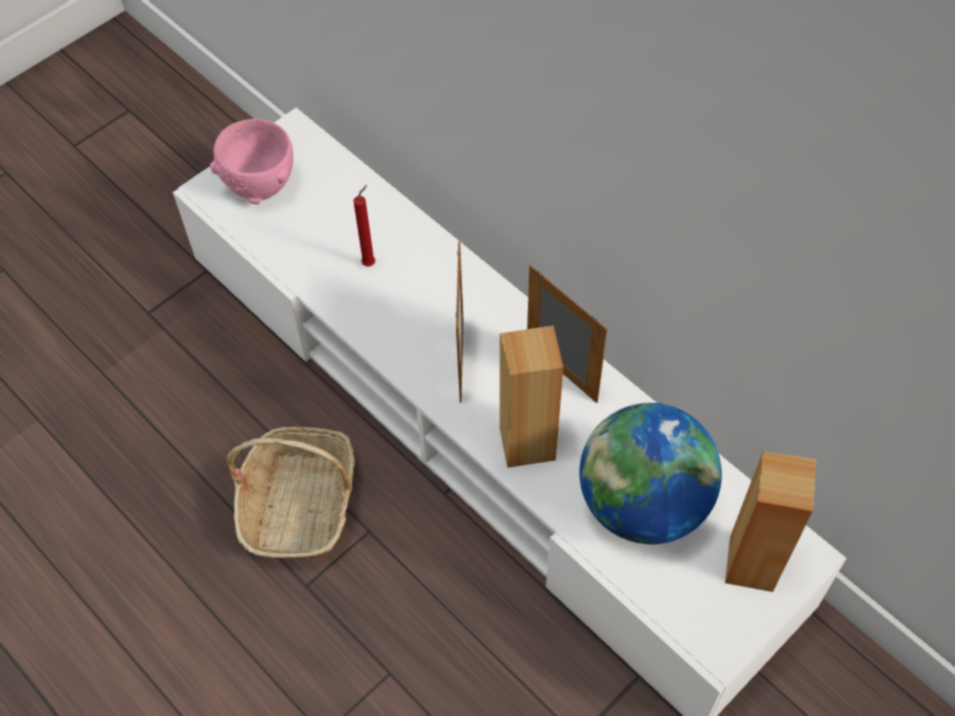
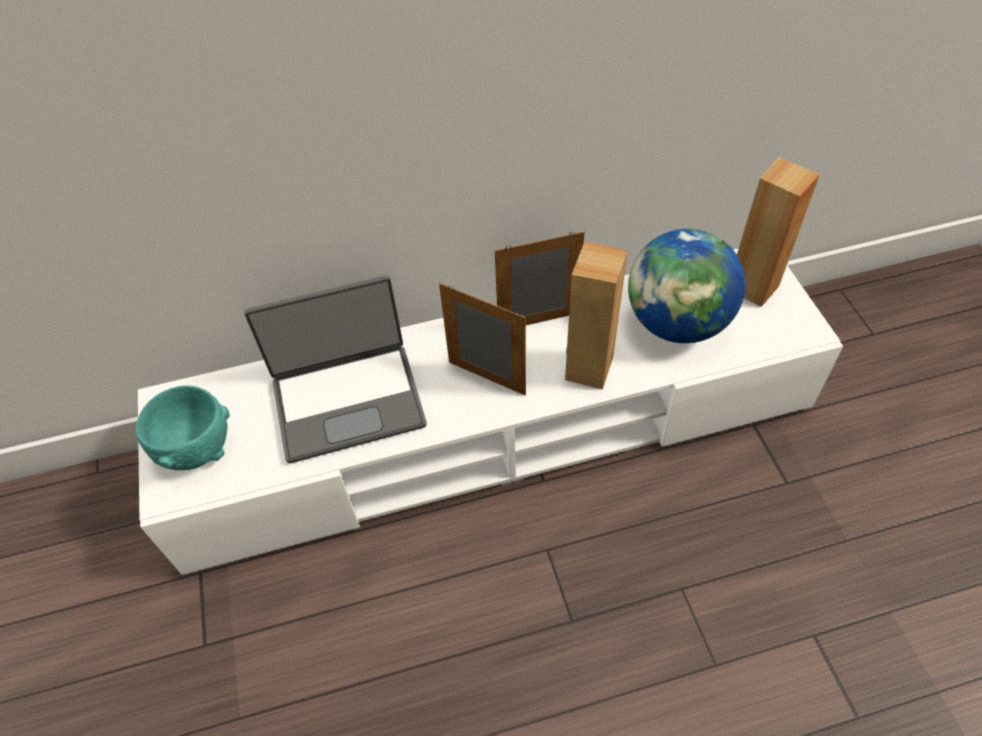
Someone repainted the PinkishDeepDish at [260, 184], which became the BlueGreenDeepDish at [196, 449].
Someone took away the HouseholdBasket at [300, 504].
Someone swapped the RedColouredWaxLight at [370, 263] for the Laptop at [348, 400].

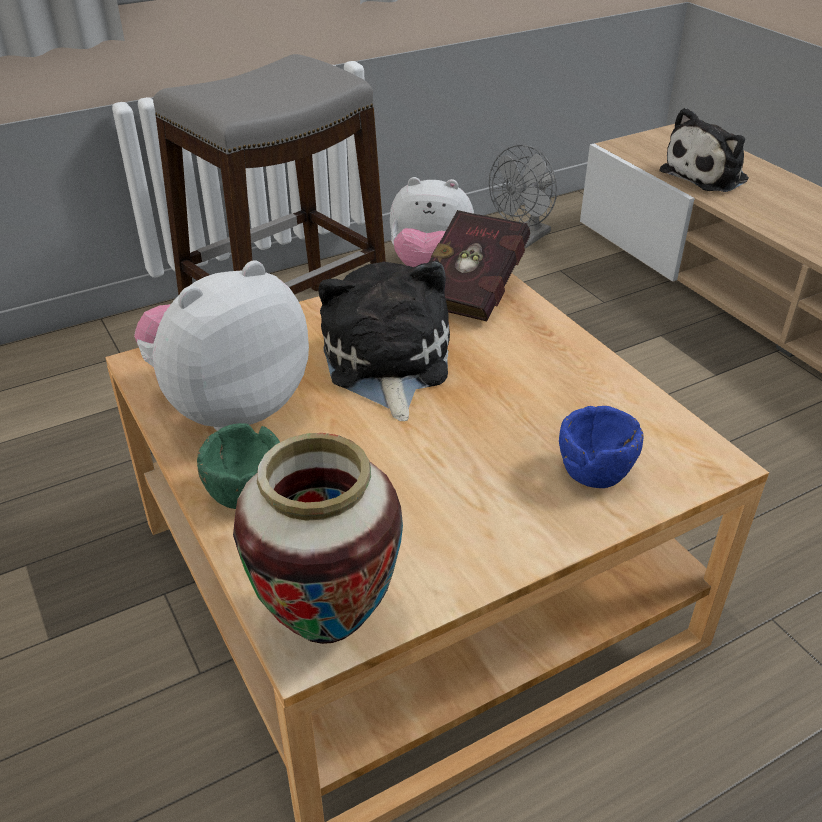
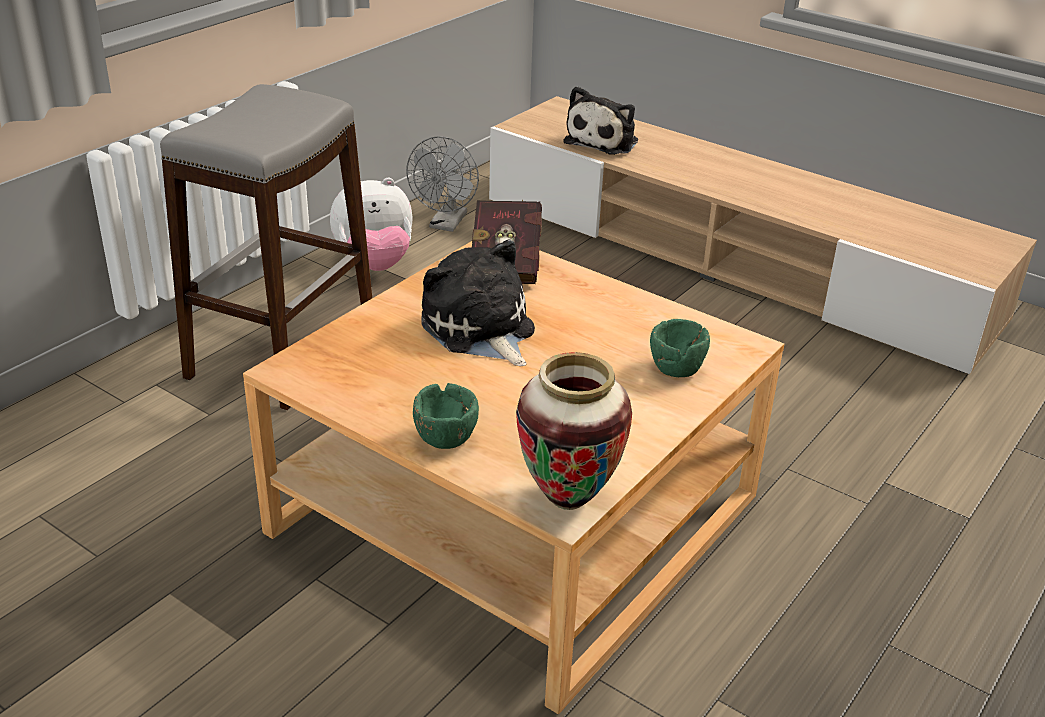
Someone took away the SoftToy at [230, 406].
Someone repainted the BluishDeepDish at [595, 471], which became the GreenDeepDish at [676, 367].

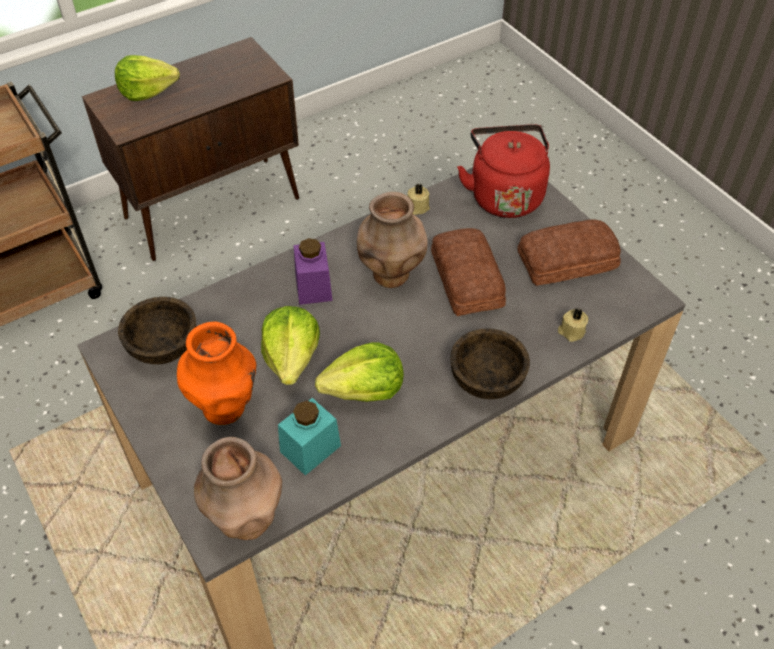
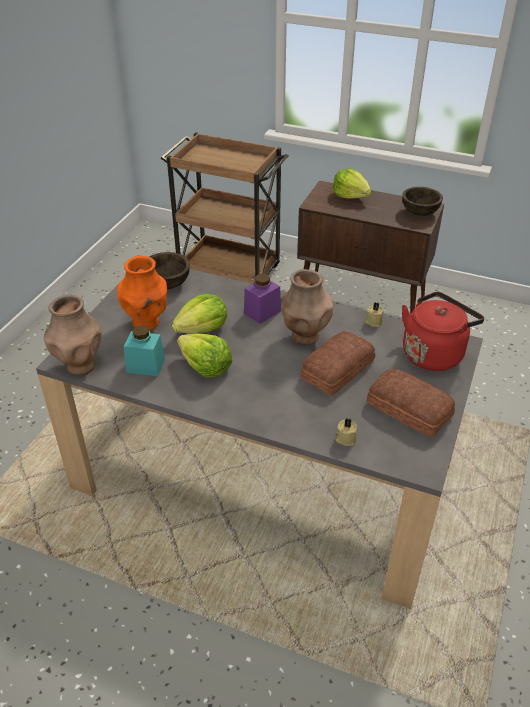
Someone carried the BrownColouredDeepDish from [486, 379] to [420, 212].

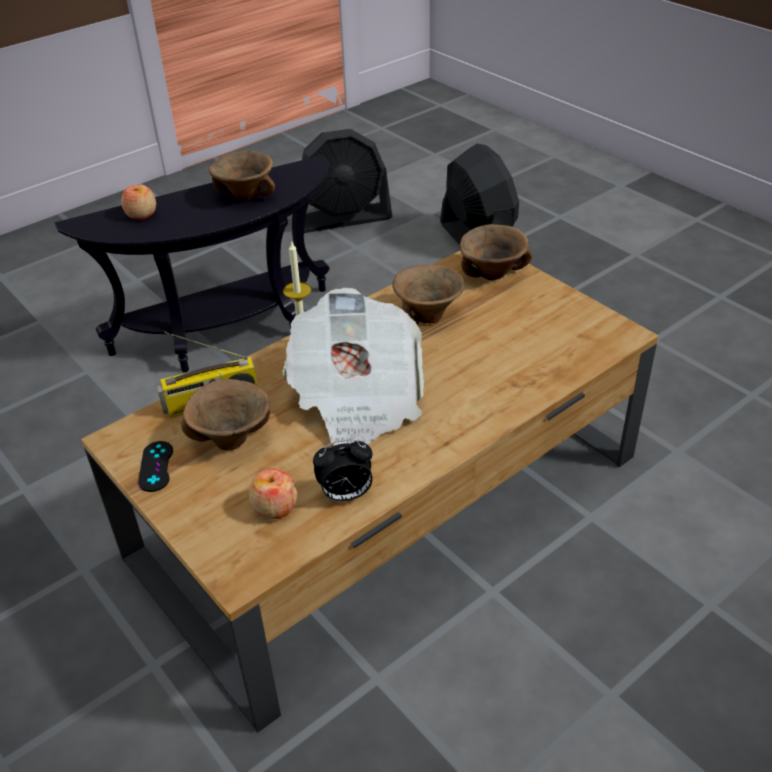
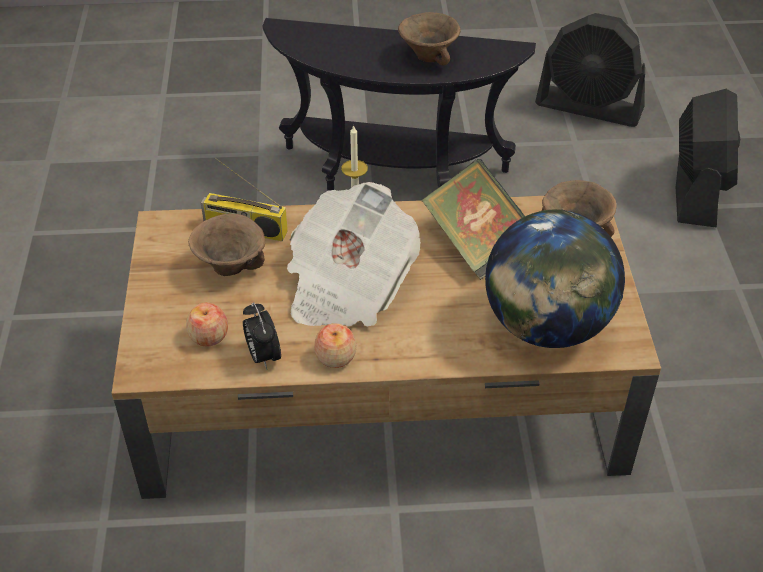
Someone carried the Apple from [141, 214] to [335, 357].
Someone took away the BlackColouredGamepad at [156, 466].
Someone rotated the TableClock at [346, 495] by 45 degrees clockwise.
Someone swapped the BrownColouredDeepDish at [428, 317] for the Volume at [476, 244].
Someone put down the Globe at [546, 326].

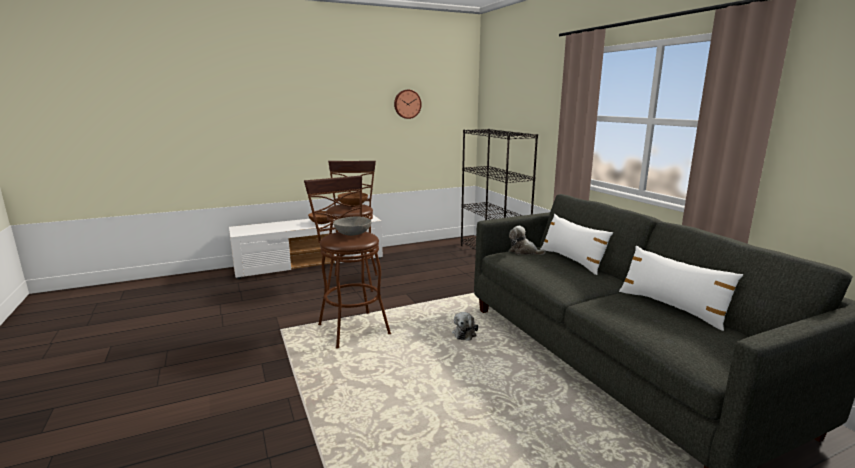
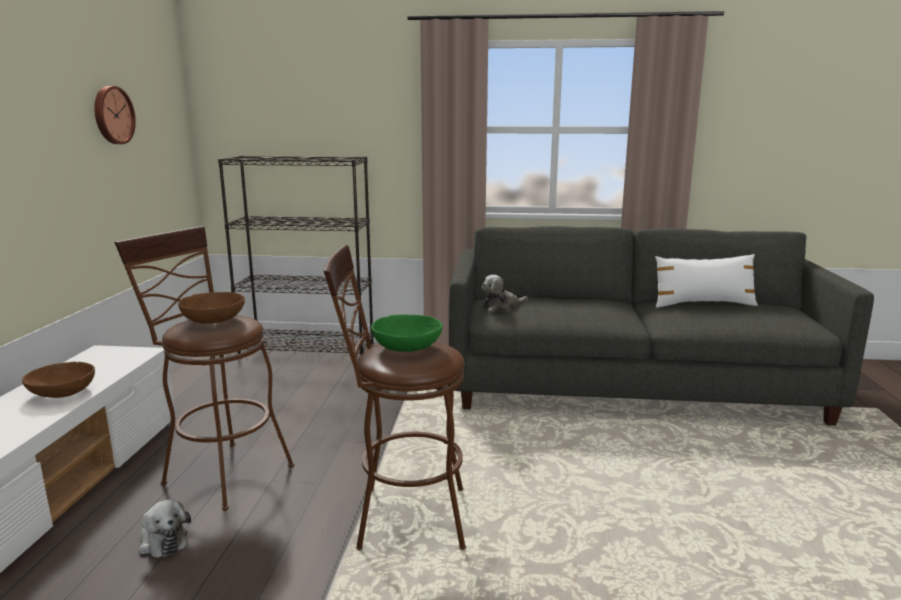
Someone repainted the GreyDeepDish at [352, 234], which became the GreenDeepDish at [407, 348].
Someone carried the SoftToy from [464, 333] to [163, 540].
Someone took away the WhitishPillow at [572, 260].

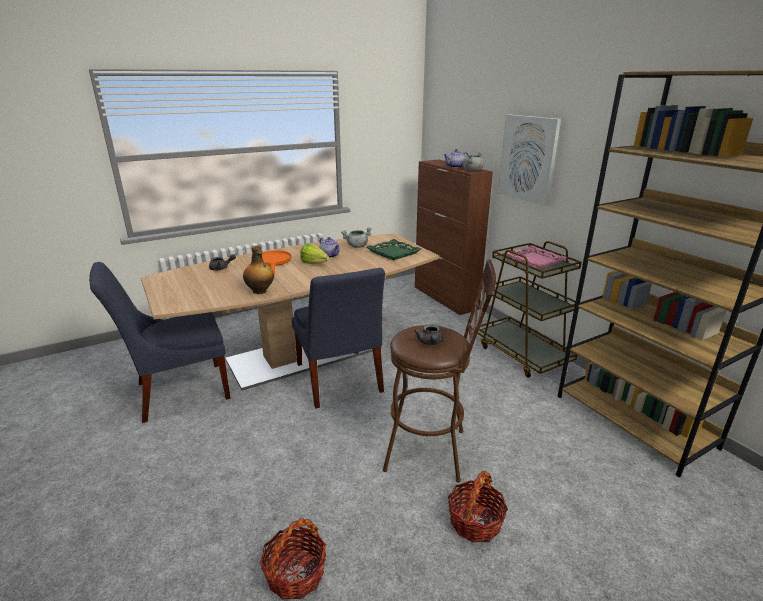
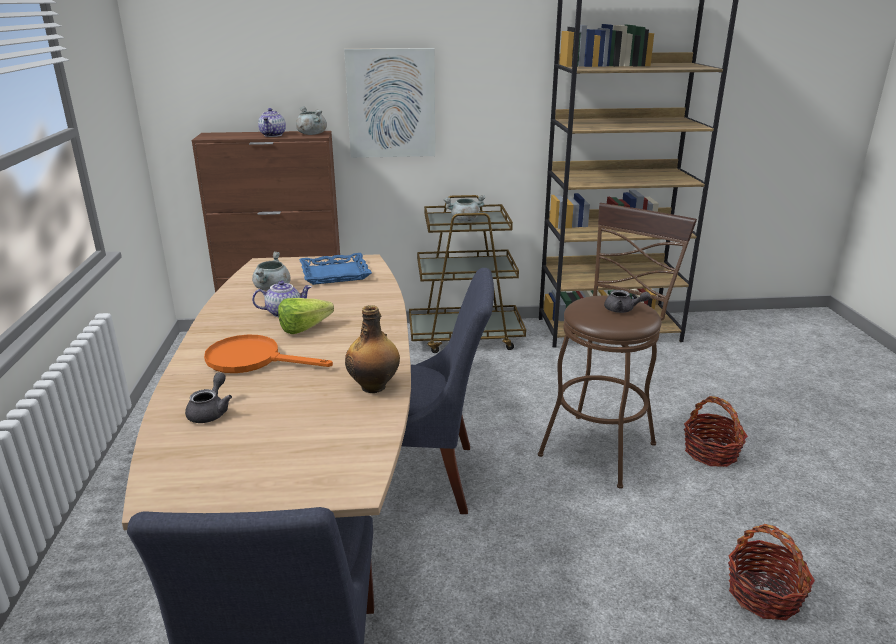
Someone repainted the GreenServingTray at [393, 253], which became the BluishServingTray at [335, 273].
Someone swapped the PinkishServingTray at [534, 261] for the GreyStockpot at [464, 220].

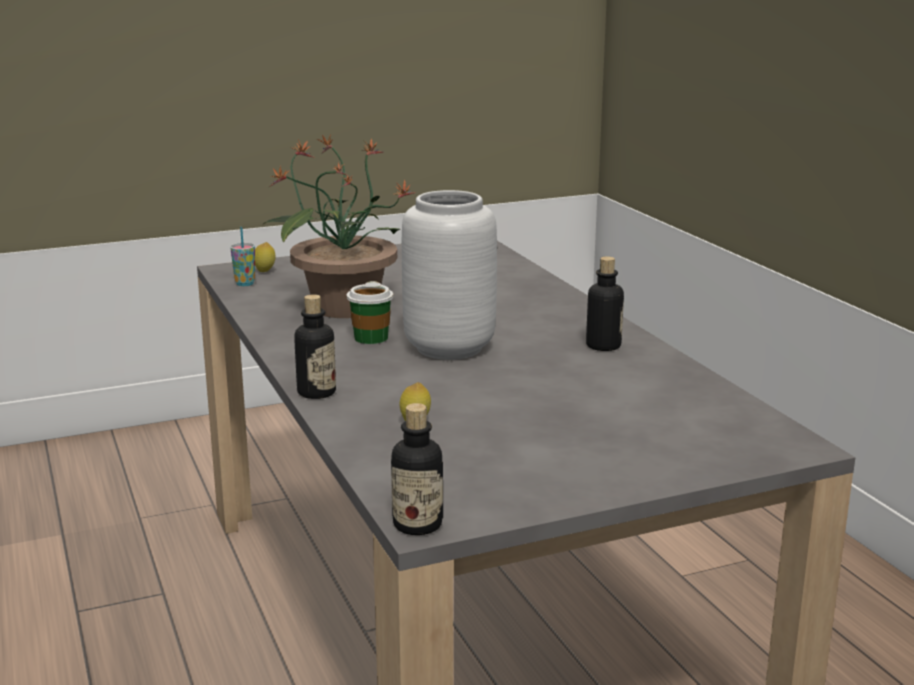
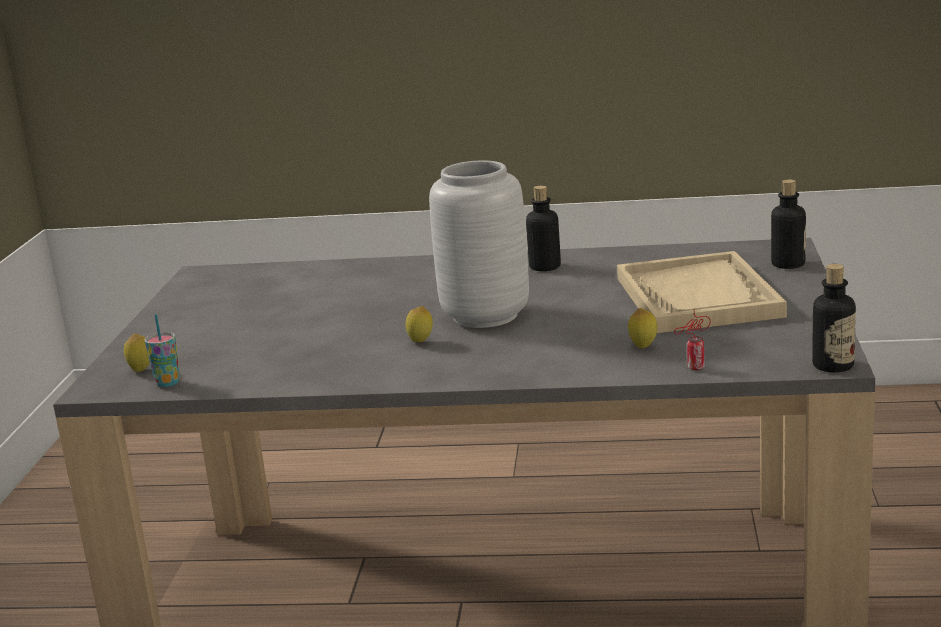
Someone took away the PlantInAPot at [343, 307].
Someone carried the DrinkBottle from [316, 392] to [788, 264].
Someone swapped the DrinkingCup at [371, 338] for the CitrusFruit at [421, 342].
Someone put down the BeigeServingTray at [698, 297].
Someone put down the Can at [693, 368].

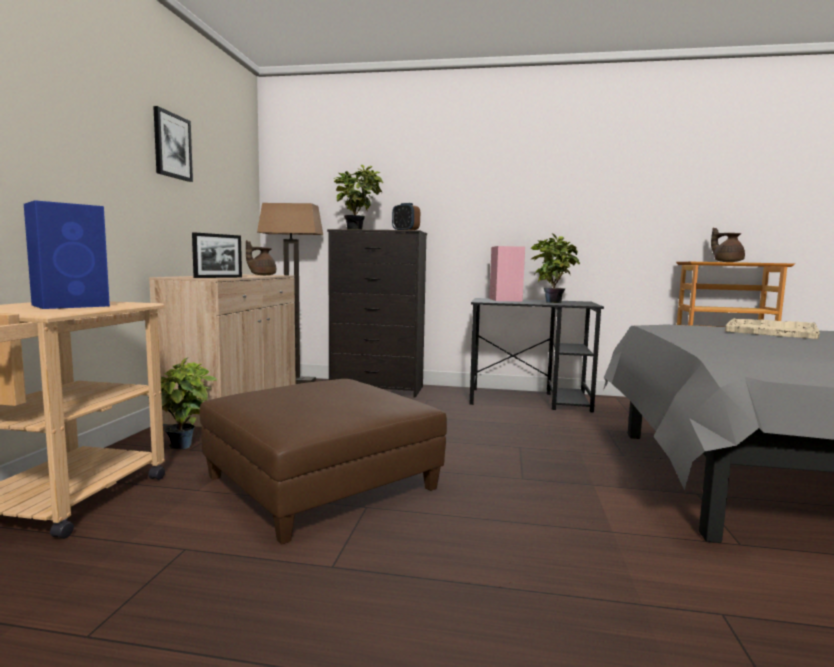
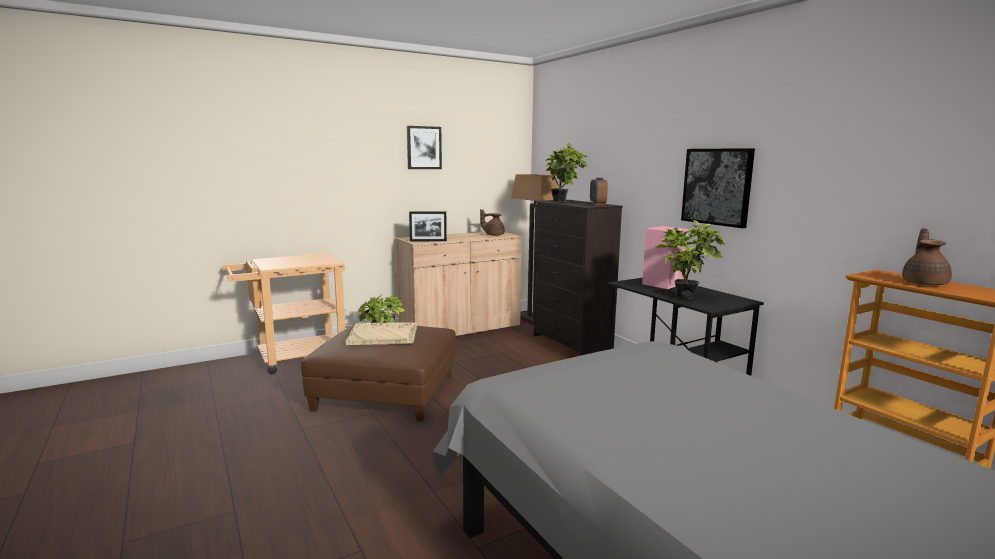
Someone took away the BluishSpeaker at [73, 305].
Someone carried the BeigeServingTray from [771, 330] to [384, 335].
Someone put up the Picture at [717, 186].

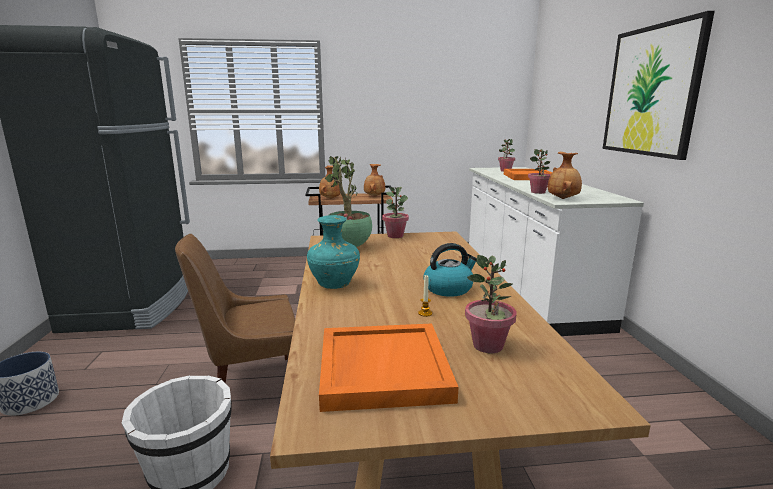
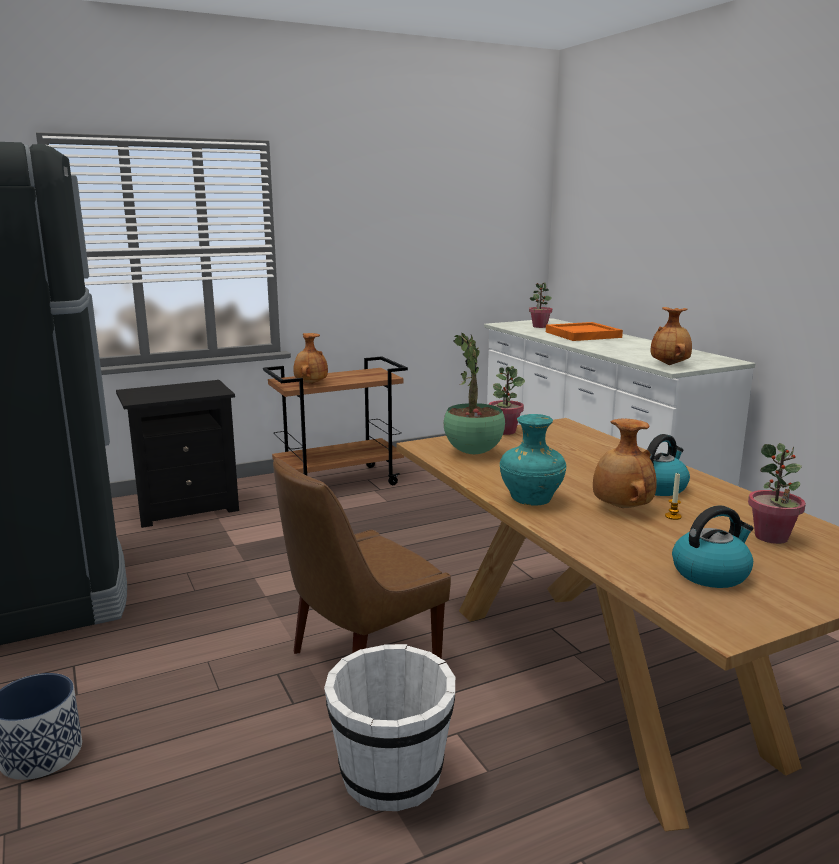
Someone swapped the OrangeColouredServingTray at [382, 368] for the TeaKettle at [711, 573].
Someone carried the BrownColouredVase from [374, 196] to [621, 508].
Someone took away the PlantInAPot at [538, 192].
Someone took away the Picture at [651, 91].
Someone put down the BlackColouredNightTable at [186, 507].

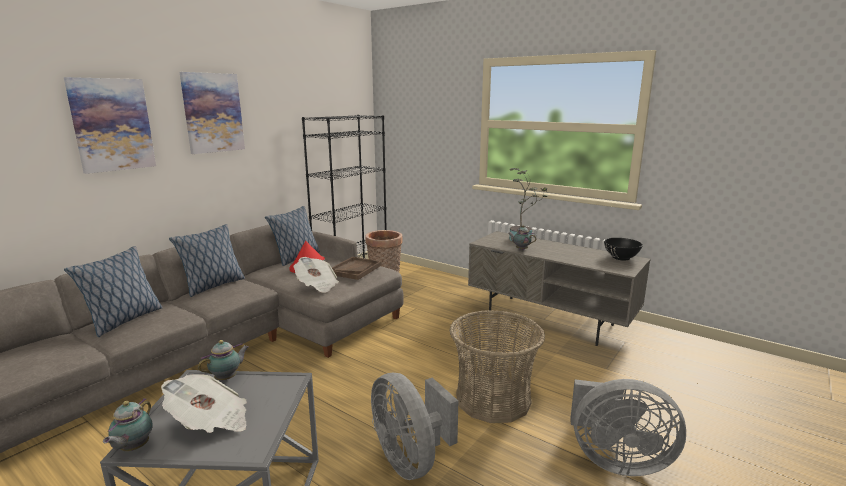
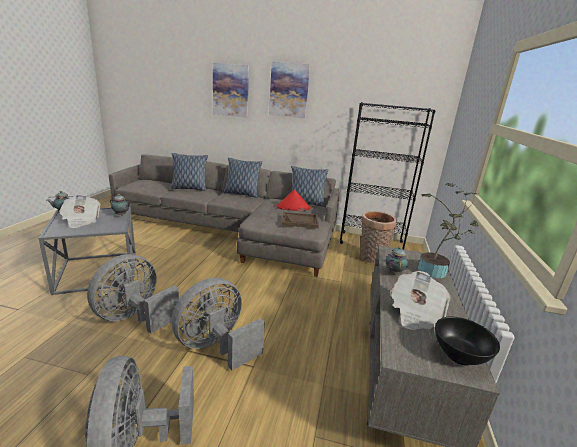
Someone carried the Newspaper from [317, 285] to [415, 314].
Someone swapped the HouseholdBasket at [493, 399] for the GreyCoolingFan at [216, 346].

